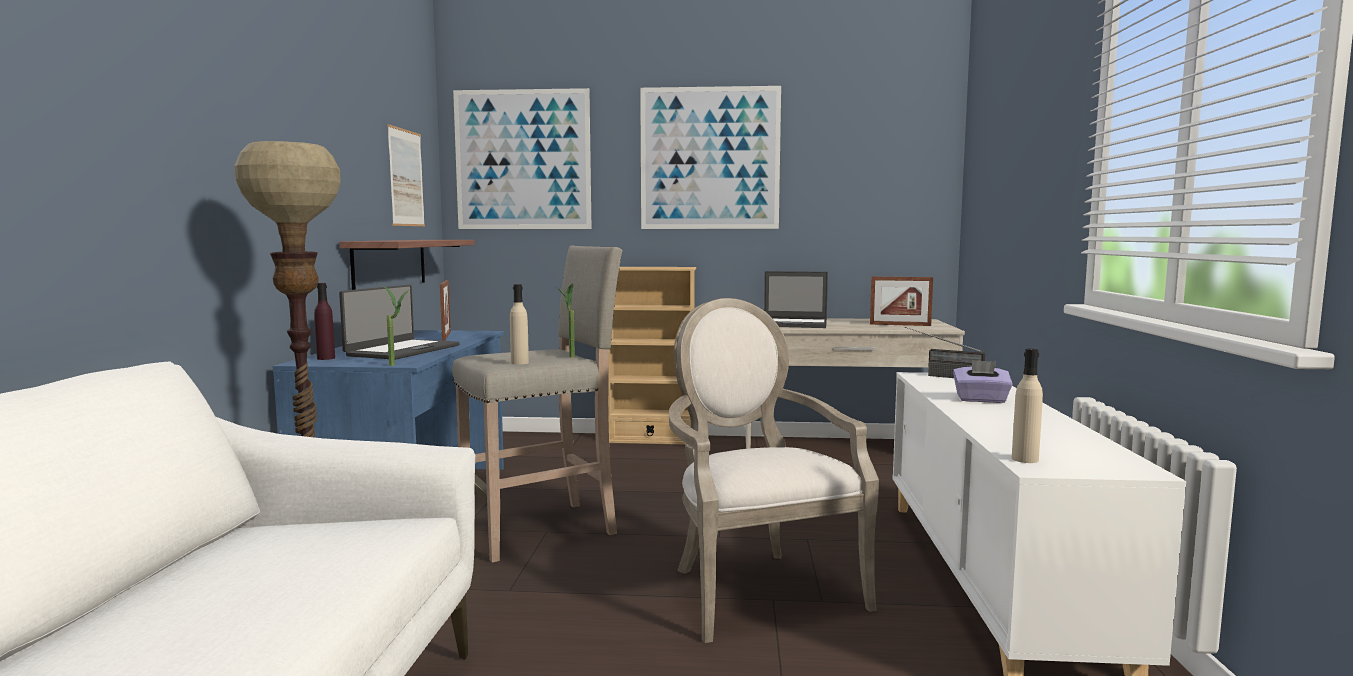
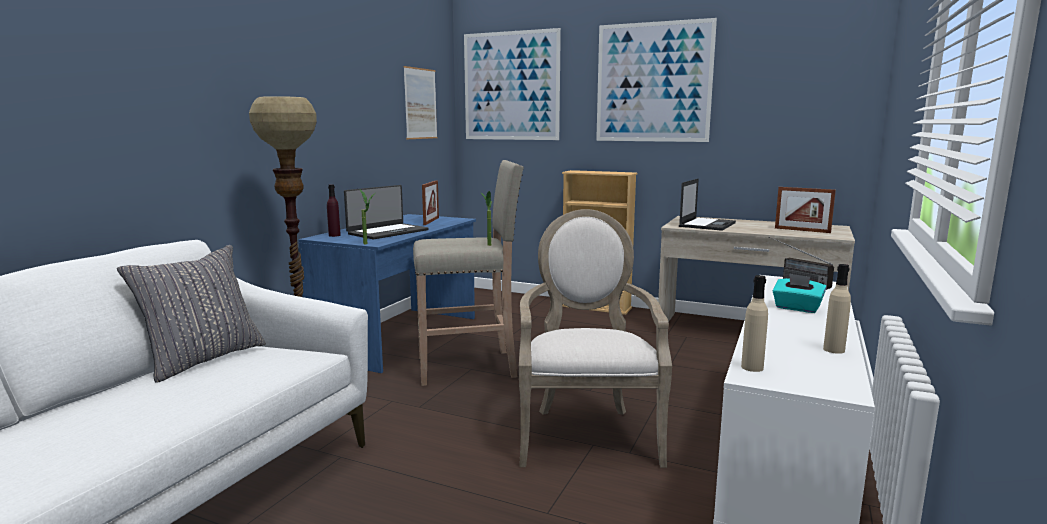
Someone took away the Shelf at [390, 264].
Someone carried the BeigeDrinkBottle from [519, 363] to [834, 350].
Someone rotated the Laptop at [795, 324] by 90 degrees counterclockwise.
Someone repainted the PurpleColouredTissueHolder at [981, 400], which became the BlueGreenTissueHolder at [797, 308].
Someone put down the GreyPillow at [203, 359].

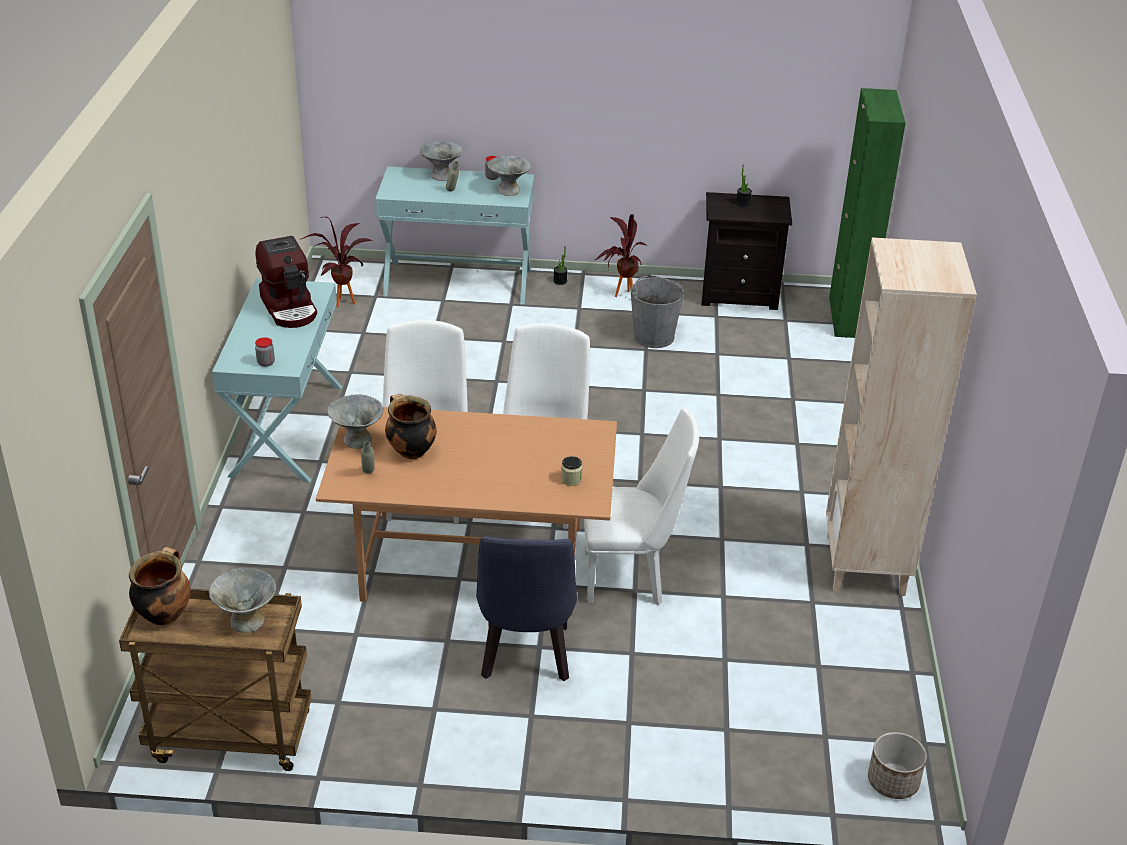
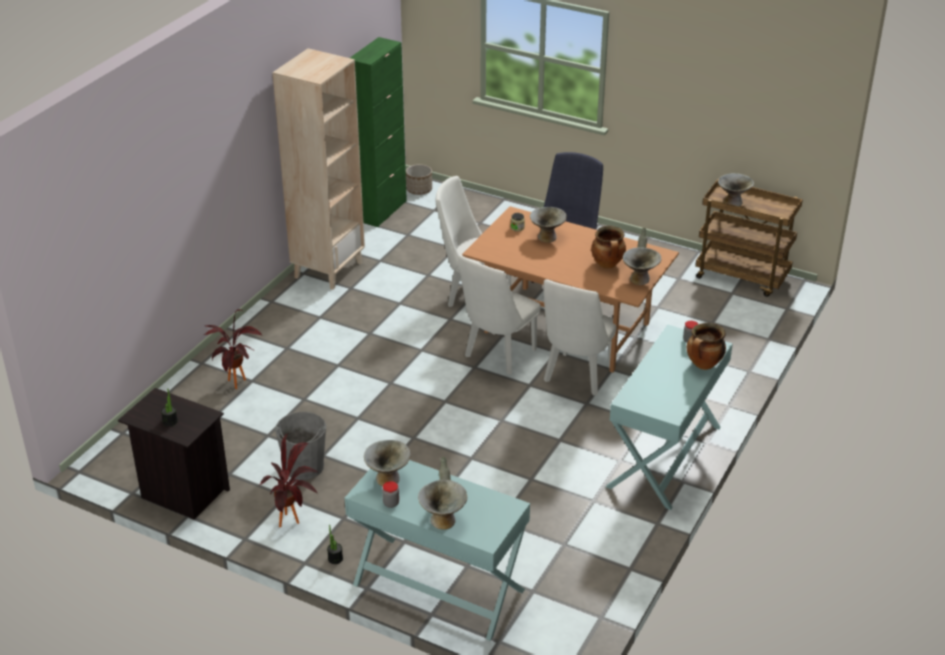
Someone carried the Stockpot from [164, 614] to [703, 365].
Someone took away the CoffeeBrewer at [290, 308].
Someone carried the PlantInAPot from [340, 300] to [237, 386].
Someone carried the GreenStorageCabinet from [847, 318] to [382, 211].
Someone put down the GreyDeepDish at [547, 237].

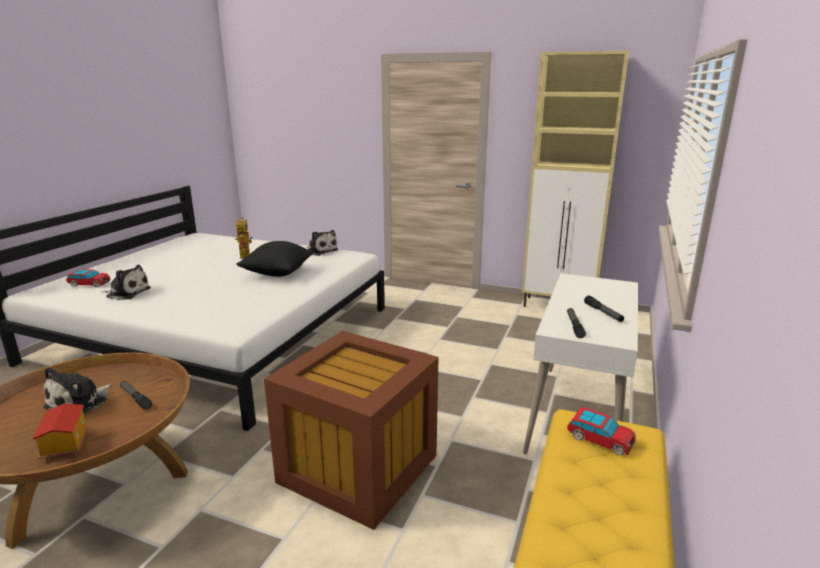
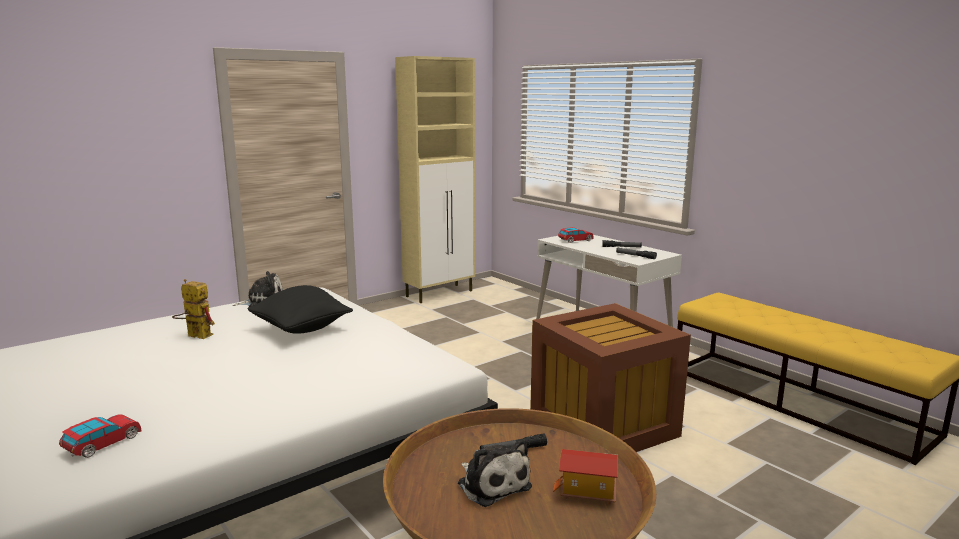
Someone took away the SoftToy at [127, 293].
Someone carried the MiniatureCar from [599, 440] to [575, 240].

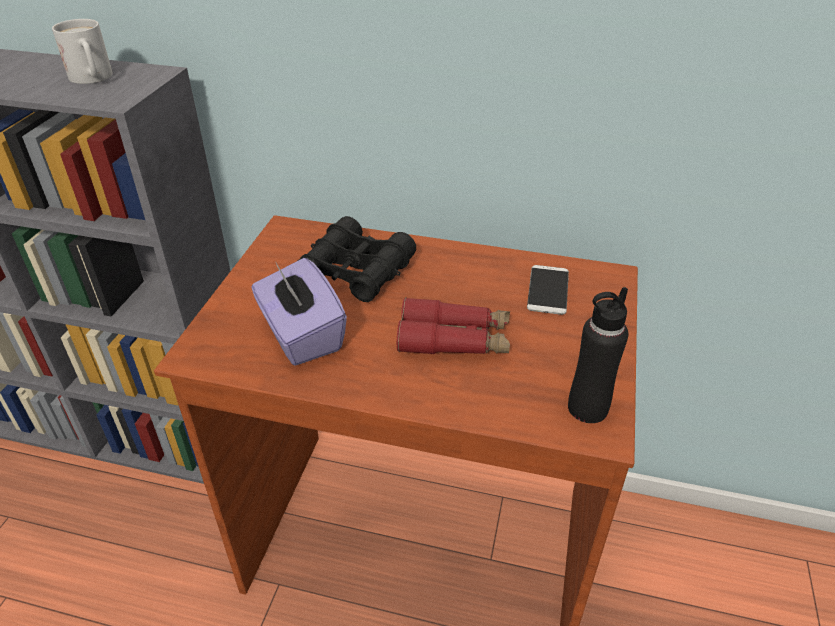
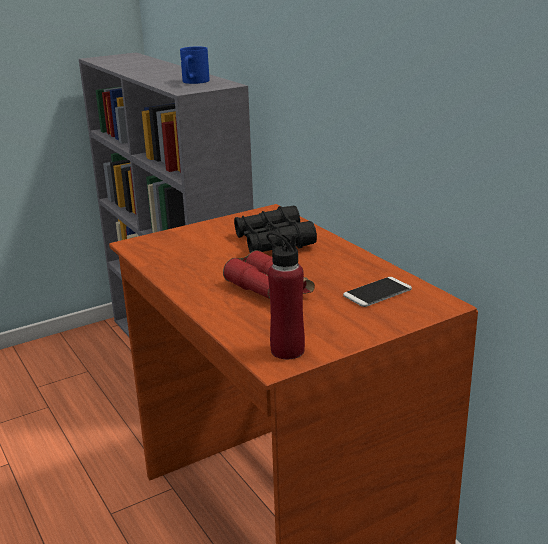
Someone repainted the WhitishTeaMug at [93, 79], which became the BluishTeaMug at [194, 82].
Someone took away the PurpleColouredTissueHolder at [301, 335].
Someone repainted the BlackColouredDrinkBottle at [587, 408], which became the RedColouredDrinkBottle at [287, 350].

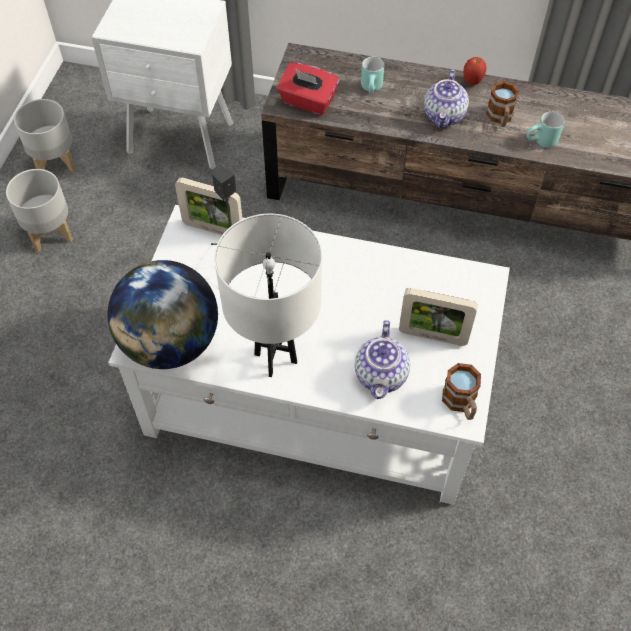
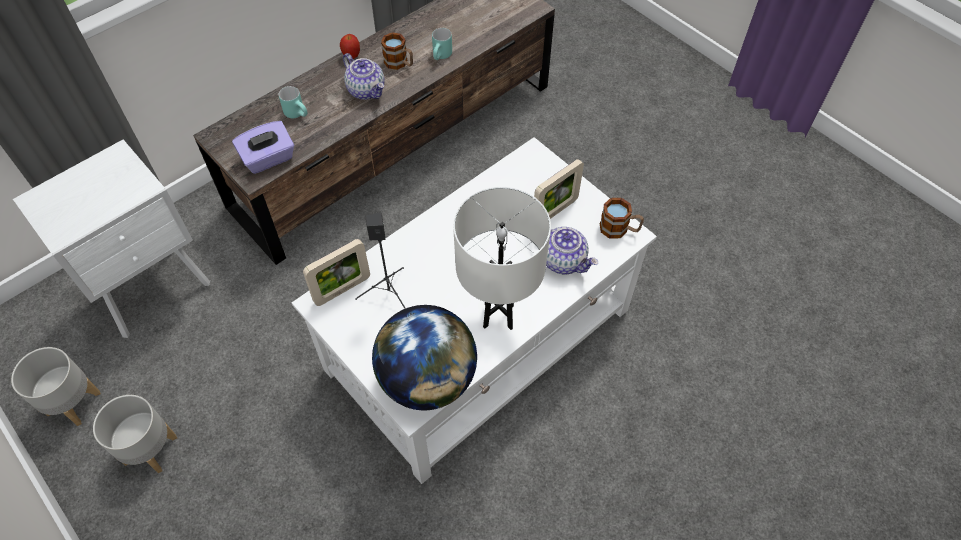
Someone repainted the RedColouredTissueHolder at [308, 102], which became the PurpleColouredTissueHolder at [268, 159].

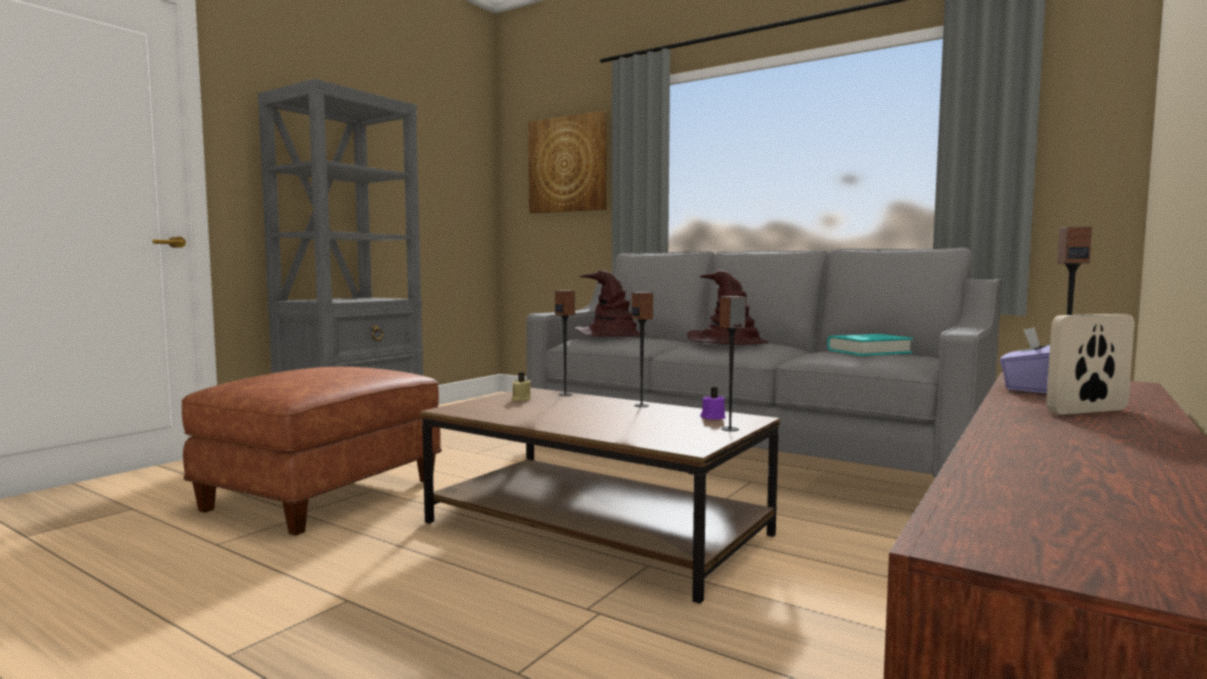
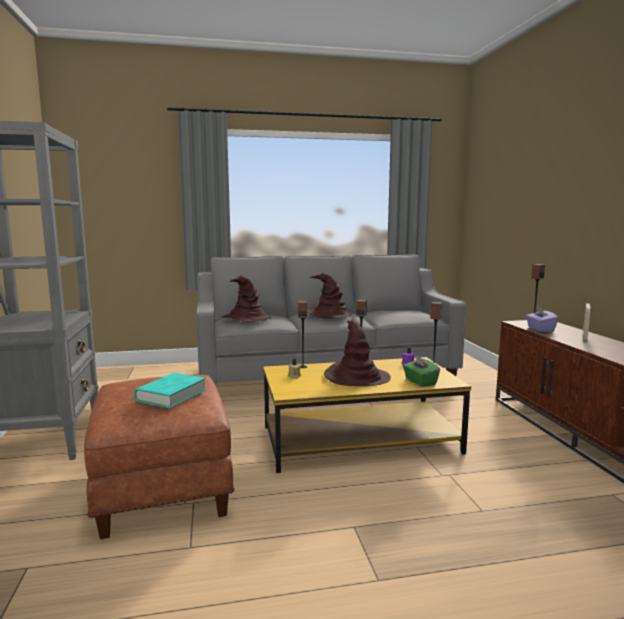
Someone repainted the BrownColouredLoungeTable at [598, 528], which became the YellowColouredLoungeTable at [360, 439].
Someone took away the Picture at [568, 164].
Someone carried the BlueGreenVolume from [869, 351] to [171, 395].
Someone put down the BrownColouredClothingHat at [356, 377].
Someone put down the GreenTissueHolder at [420, 382].

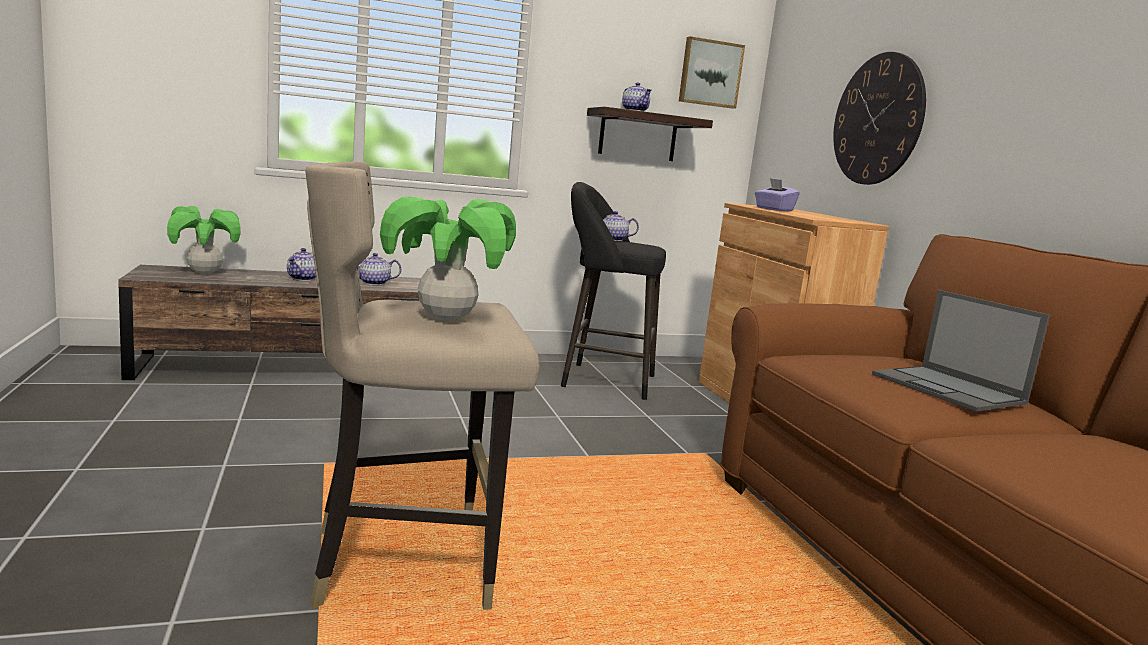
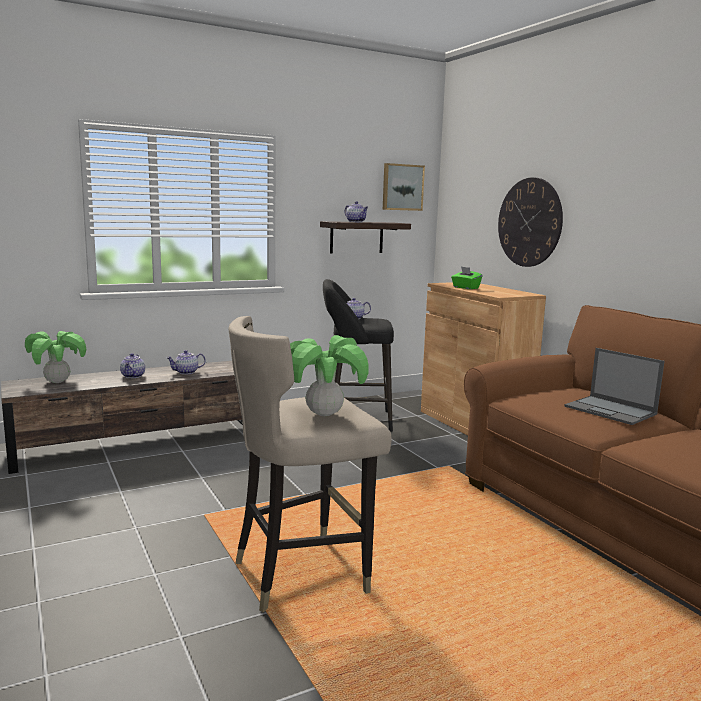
Someone repainted the PurpleColouredTissueHolder at [773, 209], which became the GreenTissueHolder at [465, 288].

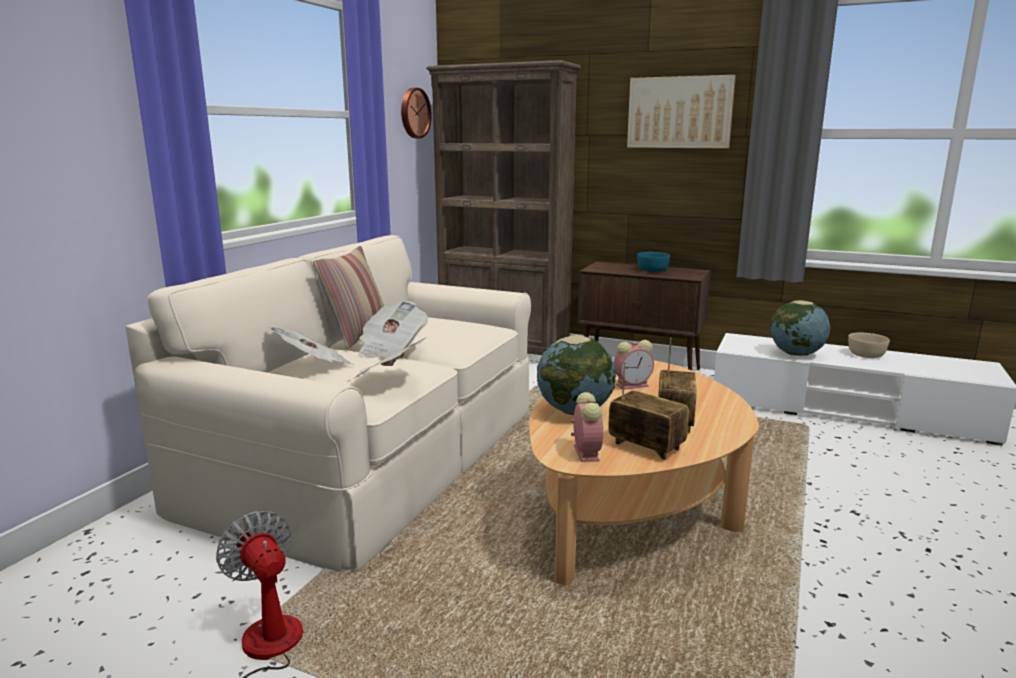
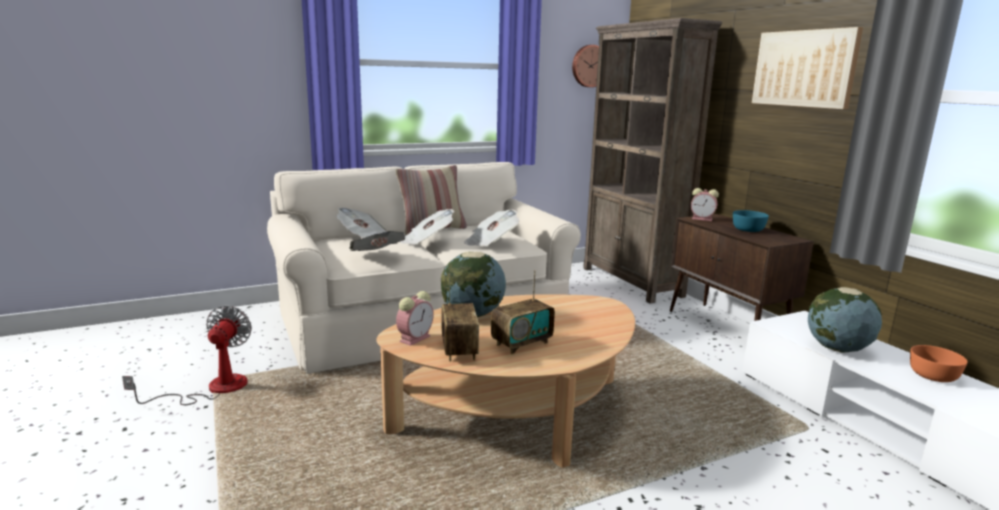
Someone carried the TableClock from [633, 385] to [703, 219].
Someone repainted the BeigeDeepDish at [865, 355], which became the OrangeColouredDeepDish at [932, 375].
Someone put down the Newspaper at [491, 242].

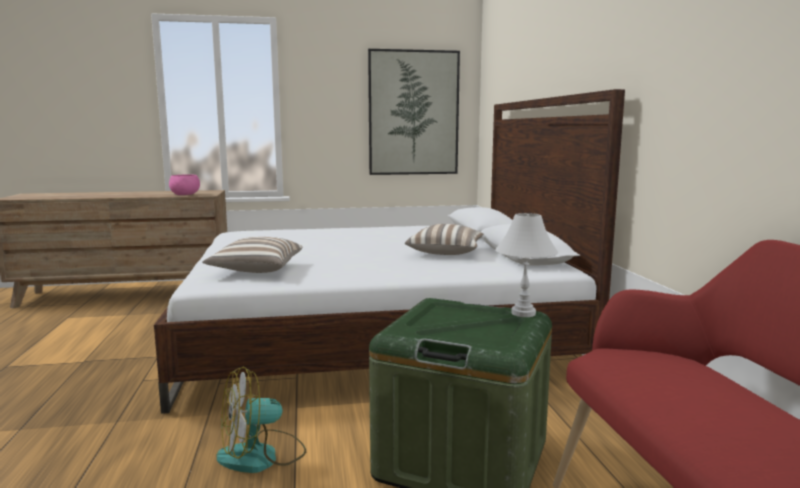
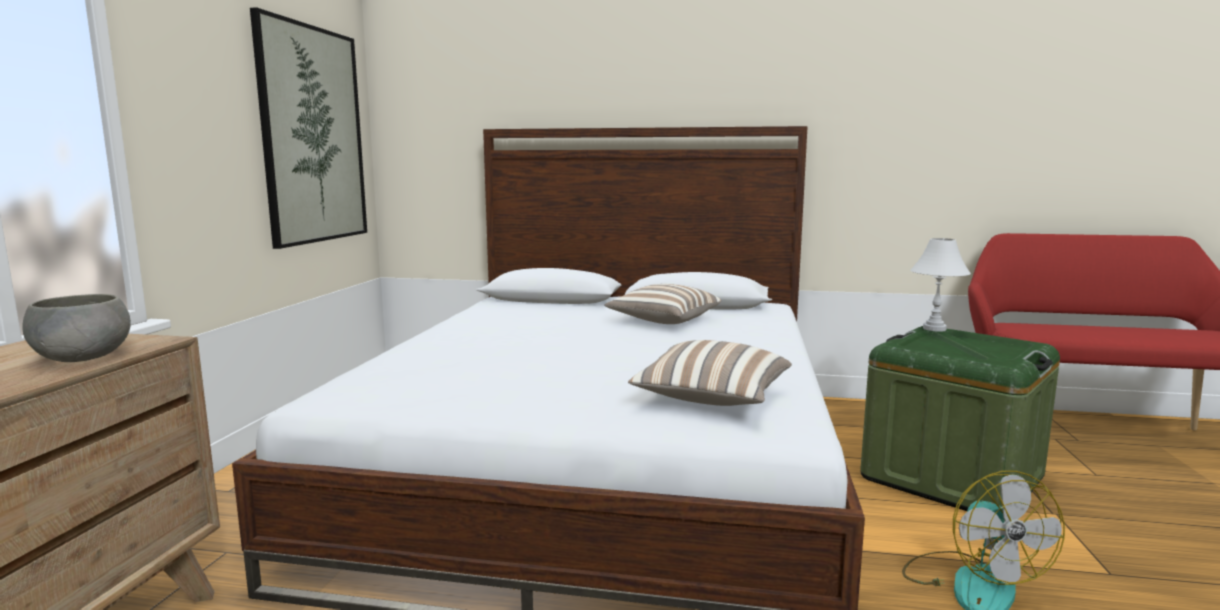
Someone repainted the PinkishDeepDish at [185, 194], which became the GreyDeepDish at [81, 357].

